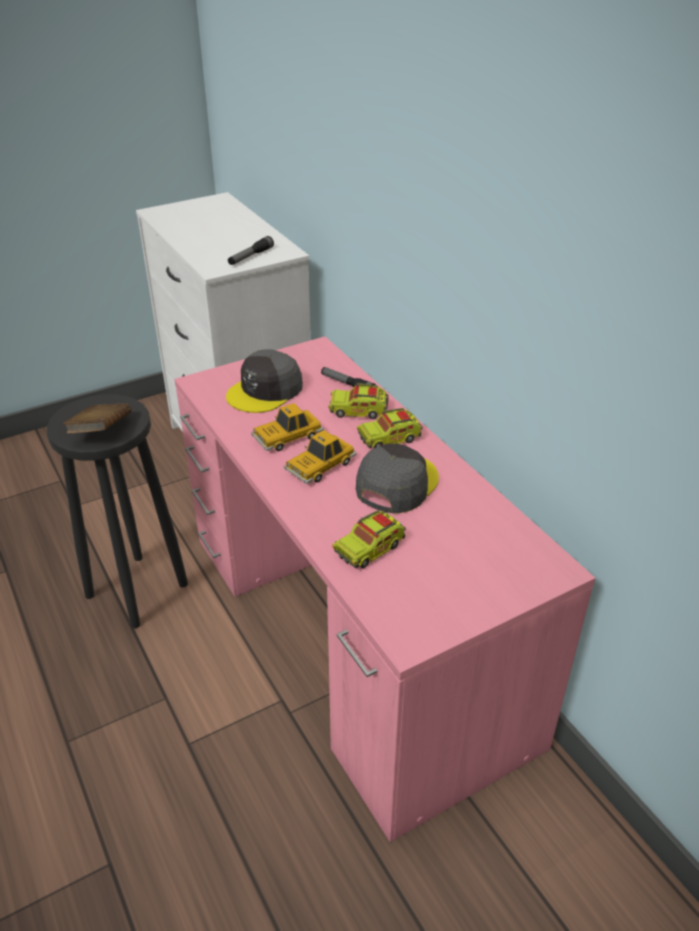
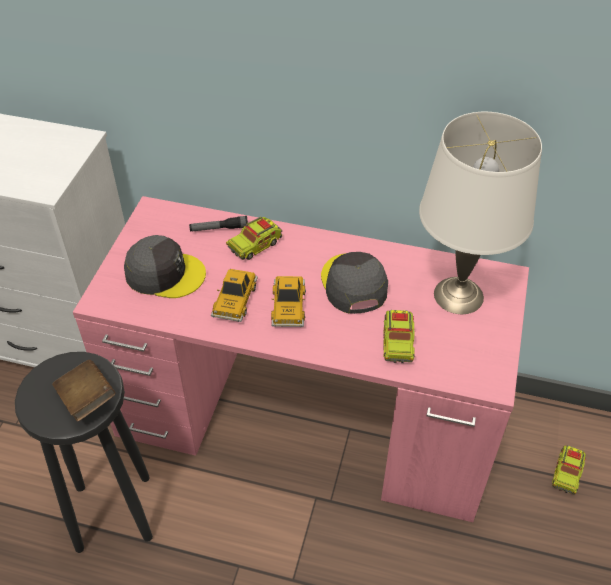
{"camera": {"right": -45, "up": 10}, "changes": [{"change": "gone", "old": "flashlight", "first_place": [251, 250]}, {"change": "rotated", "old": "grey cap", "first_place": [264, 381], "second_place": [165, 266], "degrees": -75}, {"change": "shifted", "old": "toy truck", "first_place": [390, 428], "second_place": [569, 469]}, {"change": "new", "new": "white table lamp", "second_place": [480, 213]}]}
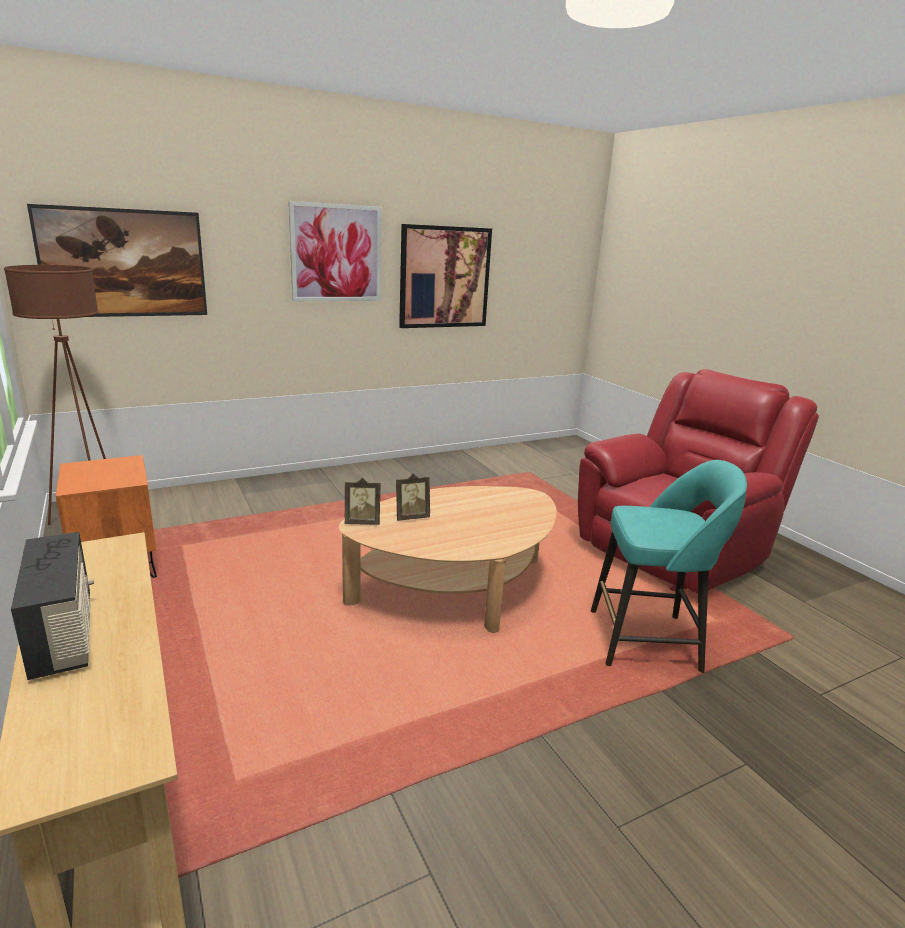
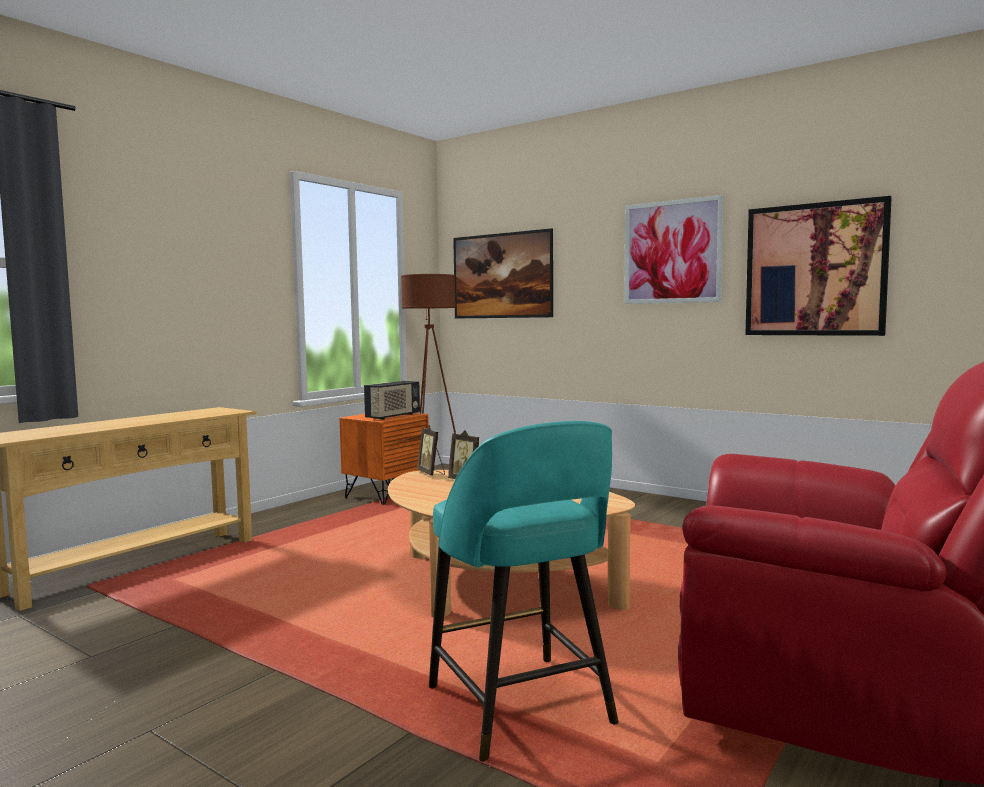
{"camera": {"right": 65, "up": -15}, "changes": [{"change": "shifted", "old": "radio", "first_place": [52, 606], "second_place": [392, 400]}]}
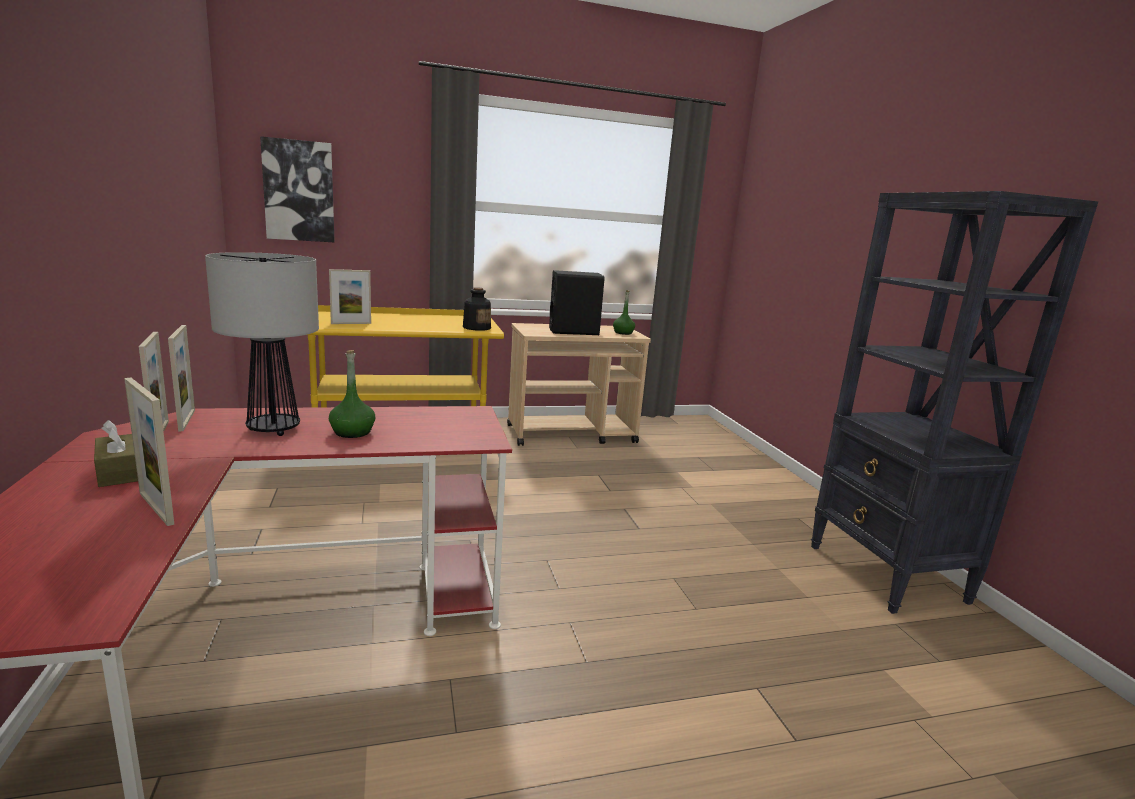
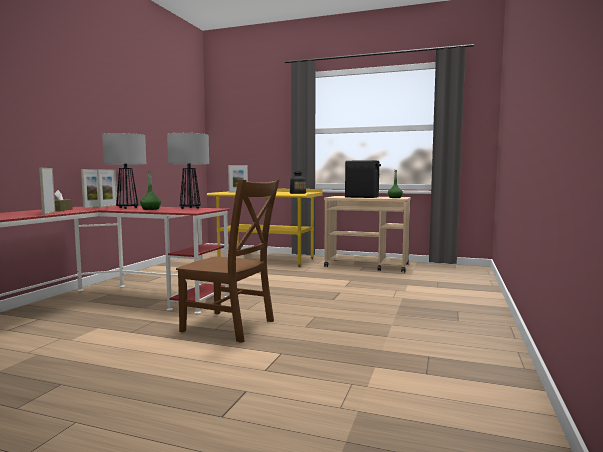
{"camera": {"right": 35, "up": -10}, "changes": [{"change": "gone", "old": "picture", "first_place": [297, 189]}, {"change": "gone", "old": "black bookcase", "first_place": [954, 402]}, {"change": "new", "new": "table lamp", "second_place": [188, 171]}, {"change": "new", "new": "brown chair", "second_place": [228, 261]}]}
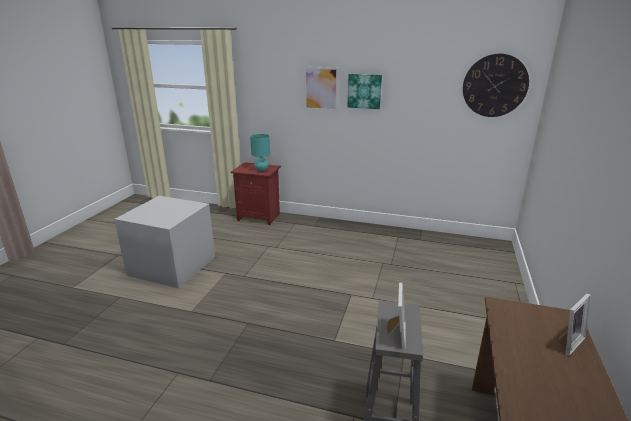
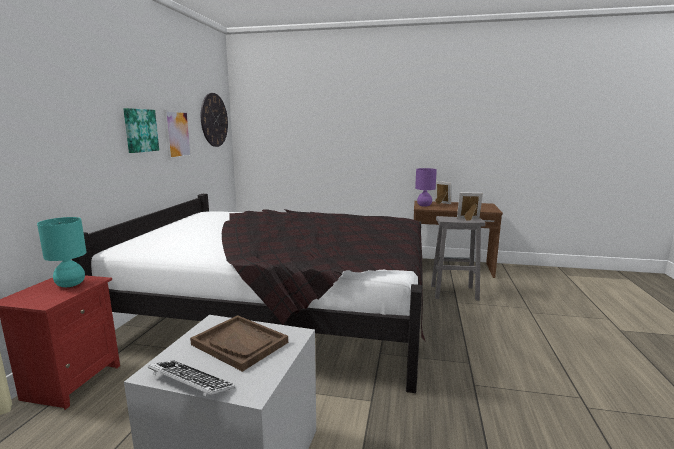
{"camera": {"right": -95, "up": -10}, "changes": [{"change": "shifted", "old": "picture", "first_place": [321, 89], "second_place": [178, 134]}, {"change": "new", "new": "purple table lamp", "second_place": [426, 187]}, {"change": "new", "new": "black bed", "second_place": [249, 293]}, {"change": "new", "new": "brown tray", "second_place": [239, 343]}, {"change": "new", "new": "keyboard", "second_place": [191, 378]}]}
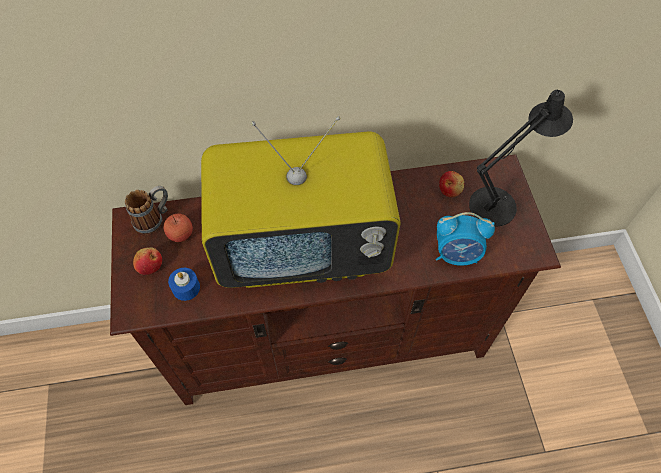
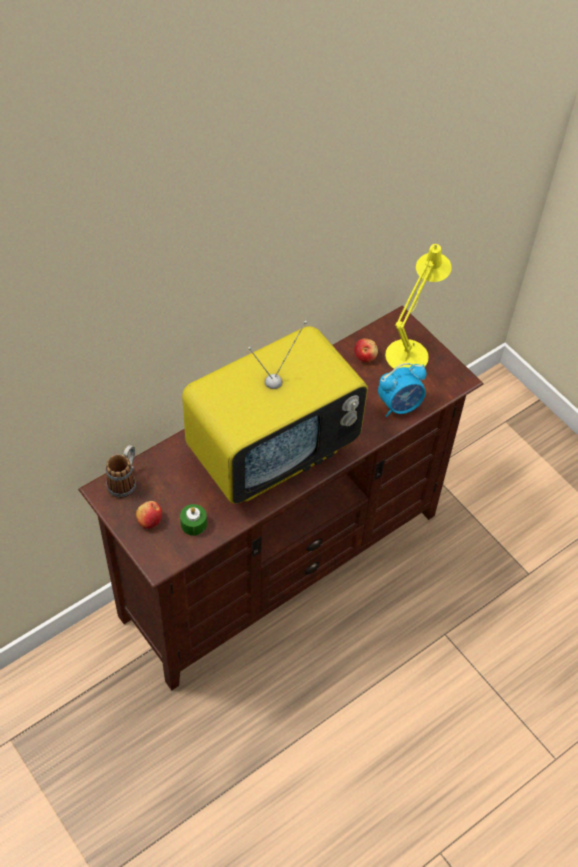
{"camera": {"right": -30, "up": -5}, "changes": [{"change": "repainted", "old": "black table lamp", "new": "yellow table lamp", "first_place": [521, 158], "second_place": [418, 306]}, {"change": "gone", "old": "apple", "first_place": [178, 228]}, {"change": "repainted", "old": "blue candle", "new": "green candle", "first_place": [184, 284], "second_place": [193, 520]}]}
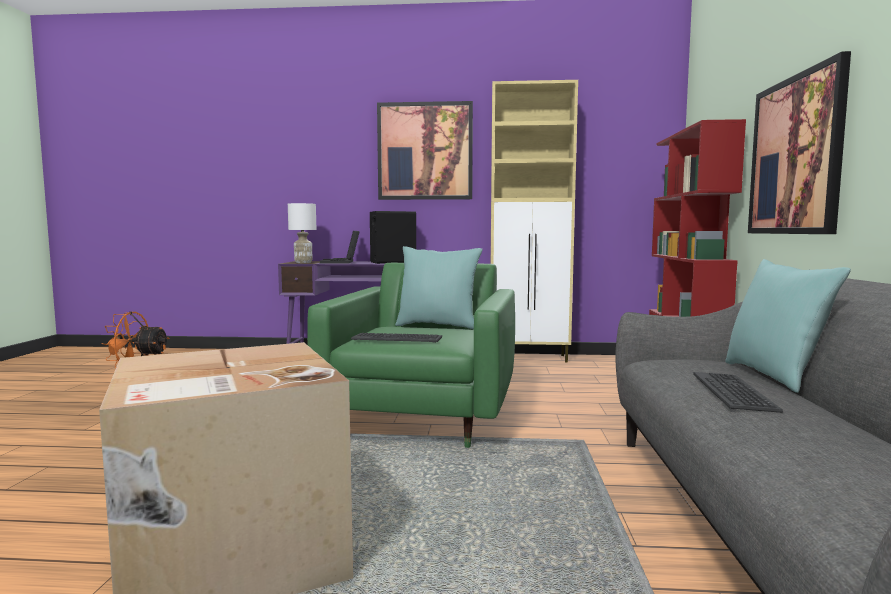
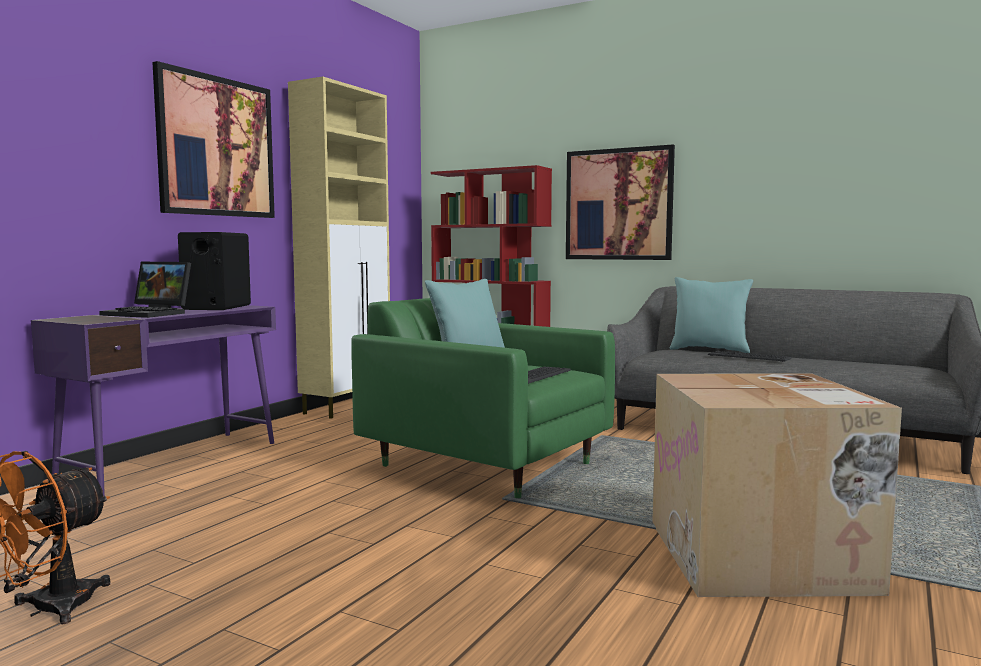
{"camera": {"right": -65, "up": 0}, "changes": [{"change": "gone", "old": "white table lamp", "first_place": [302, 233]}]}
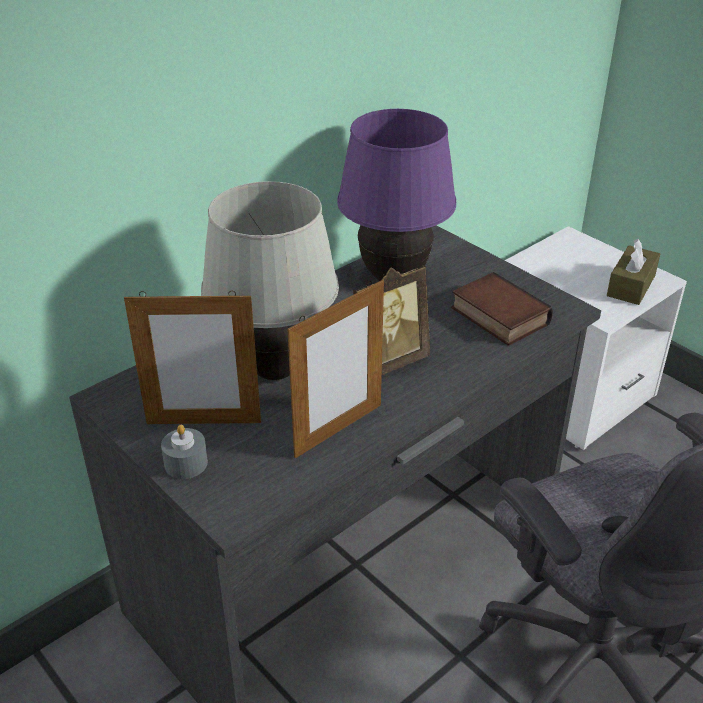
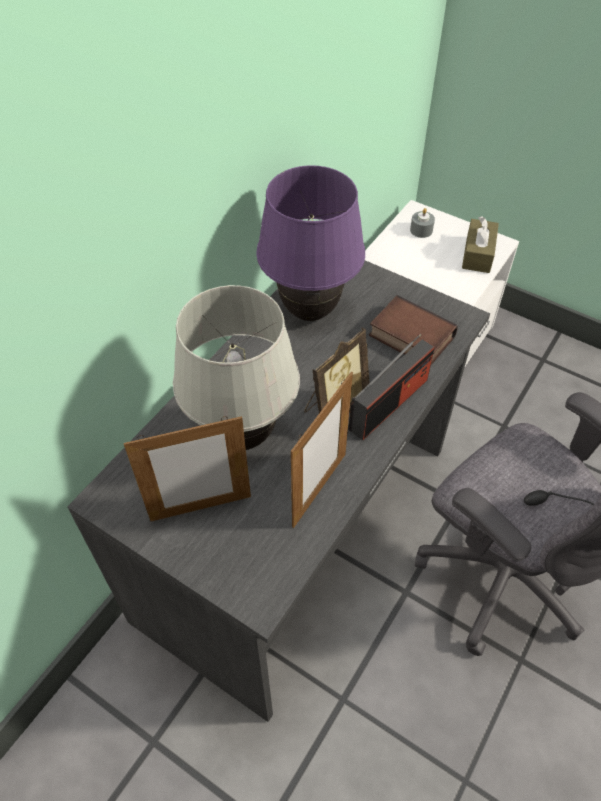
{"camera": {"right": -15, "up": 15}, "changes": [{"change": "shifted", "old": "grey candle", "first_place": [184, 452], "second_place": [422, 223]}, {"change": "new", "new": "radio", "second_place": [392, 387]}]}
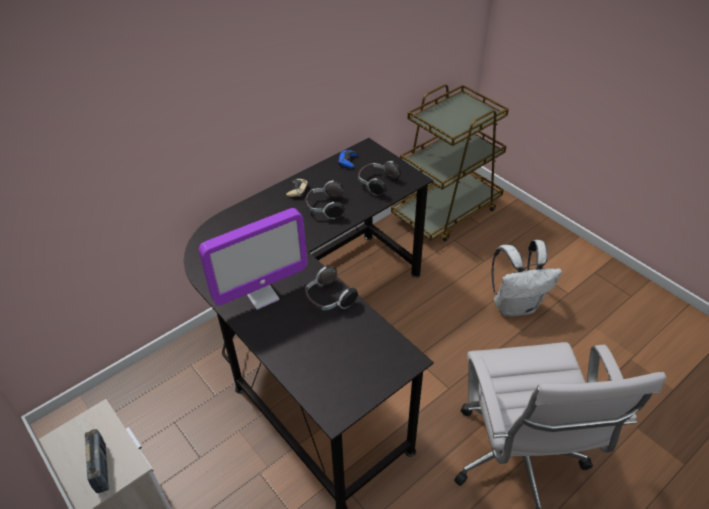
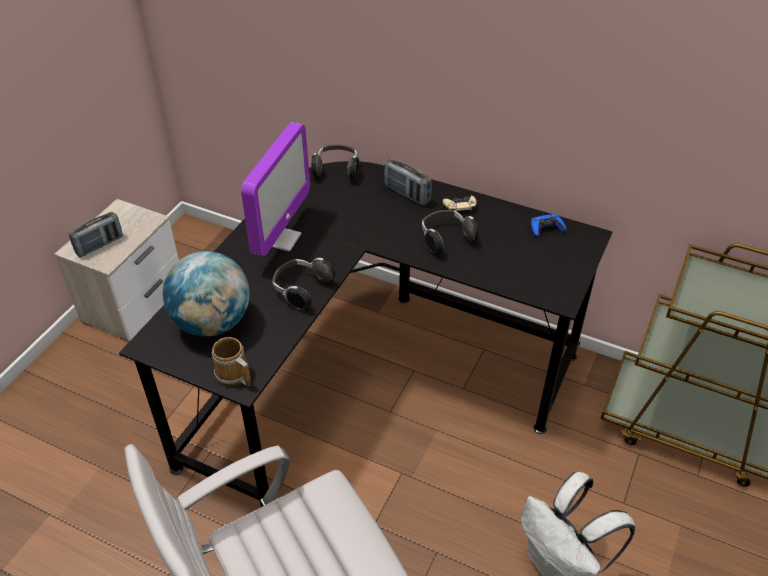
{"camera": {"right": 65, "up": 0}, "changes": [{"change": "shifted", "old": "headphones", "first_place": [379, 178], "second_place": [335, 162]}, {"change": "rotated", "old": "monitor", "first_place": [253, 259], "second_place": [275, 189], "degrees": -105}, {"change": "new", "new": "radio", "second_place": [408, 182]}, {"change": "new", "new": "globe", "second_place": [206, 293]}, {"change": "new", "new": "mug", "second_place": [231, 361]}]}
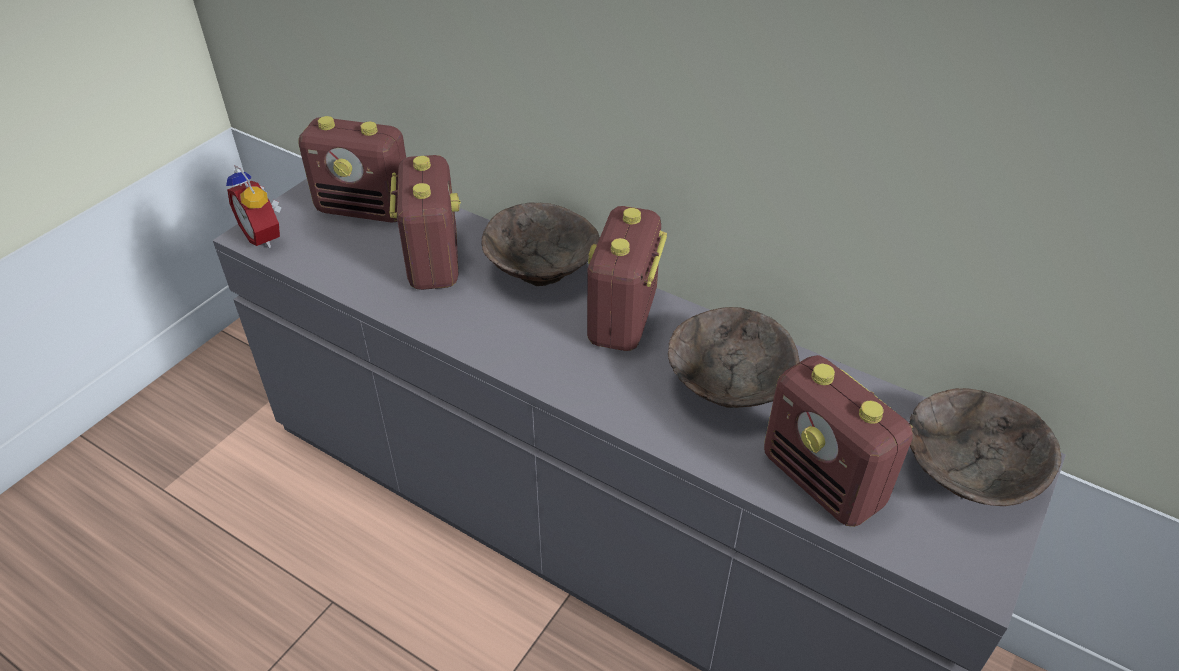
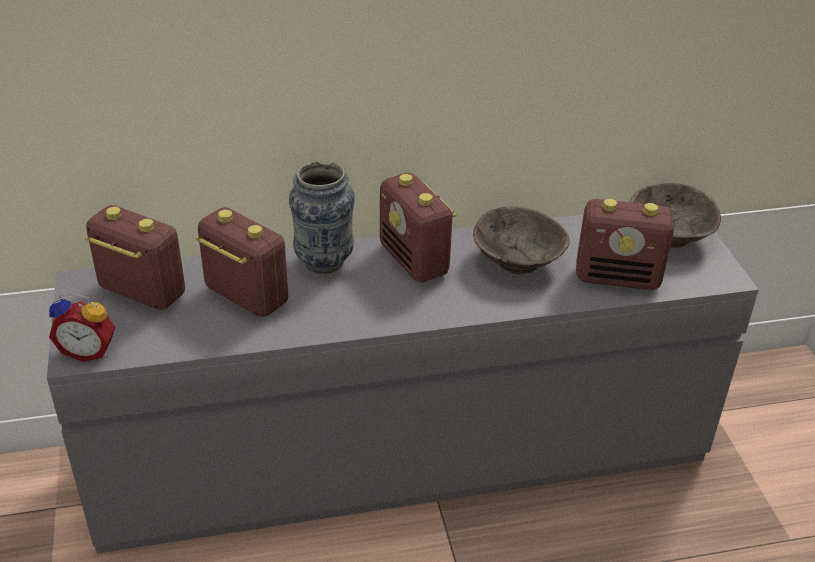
{"camera": {"right": -45, "up": -5}, "changes": [{"change": "rotated", "old": "radio", "first_place": [352, 169], "second_place": [135, 257], "degrees": -120}, {"change": "swapped", "old": "brown bowl", "new": "vase", "first_place": [540, 244], "second_place": [322, 217]}]}
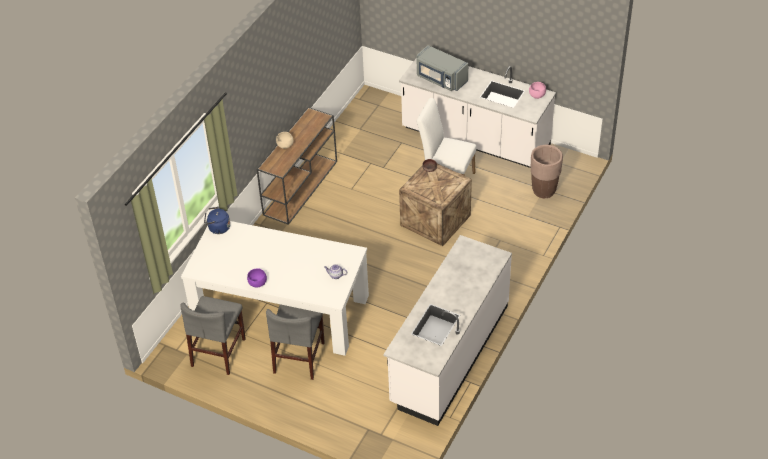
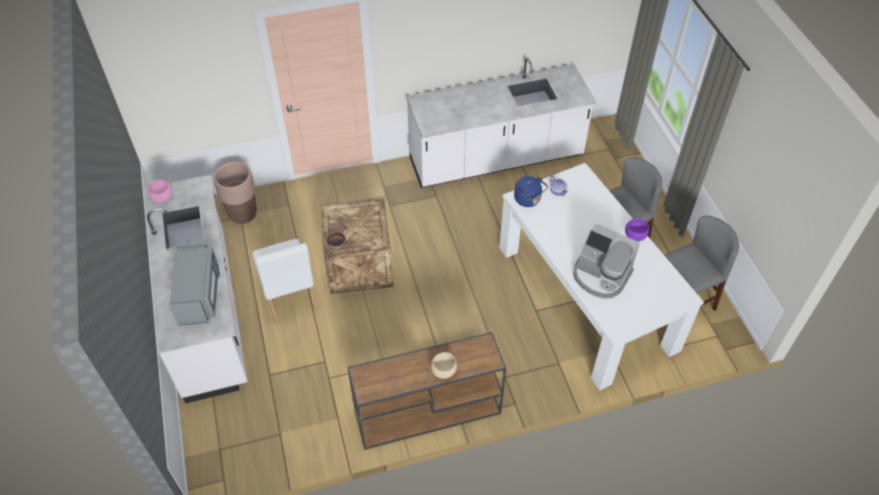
{"camera": {"right": -135, "up": 5}, "changes": [{"change": "shifted", "old": "blue kettle", "first_place": [217, 220], "second_place": [531, 191]}, {"change": "new", "new": "coffee machine", "second_place": [606, 261]}]}
